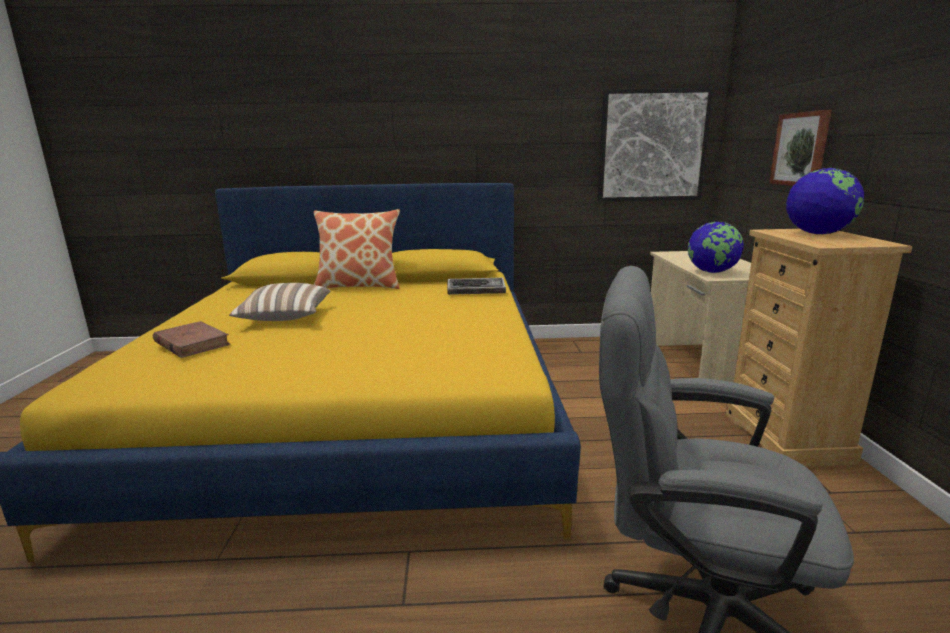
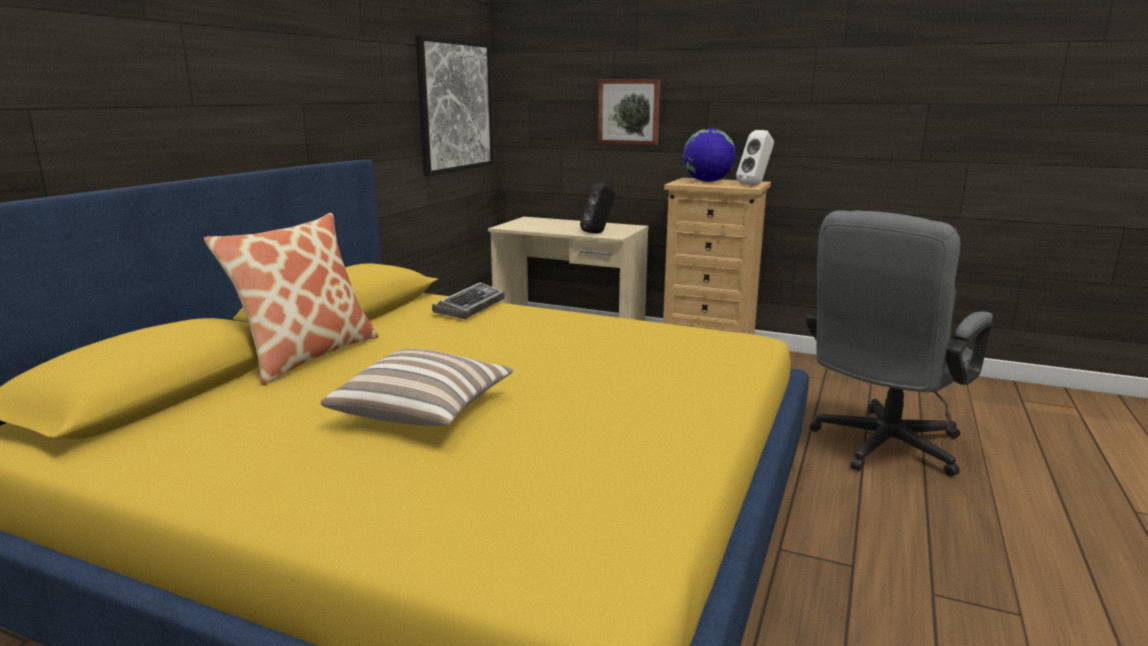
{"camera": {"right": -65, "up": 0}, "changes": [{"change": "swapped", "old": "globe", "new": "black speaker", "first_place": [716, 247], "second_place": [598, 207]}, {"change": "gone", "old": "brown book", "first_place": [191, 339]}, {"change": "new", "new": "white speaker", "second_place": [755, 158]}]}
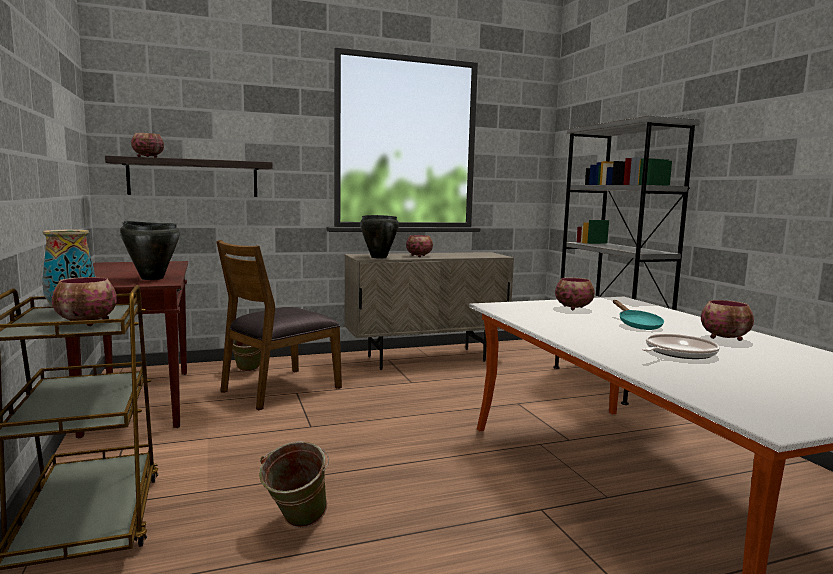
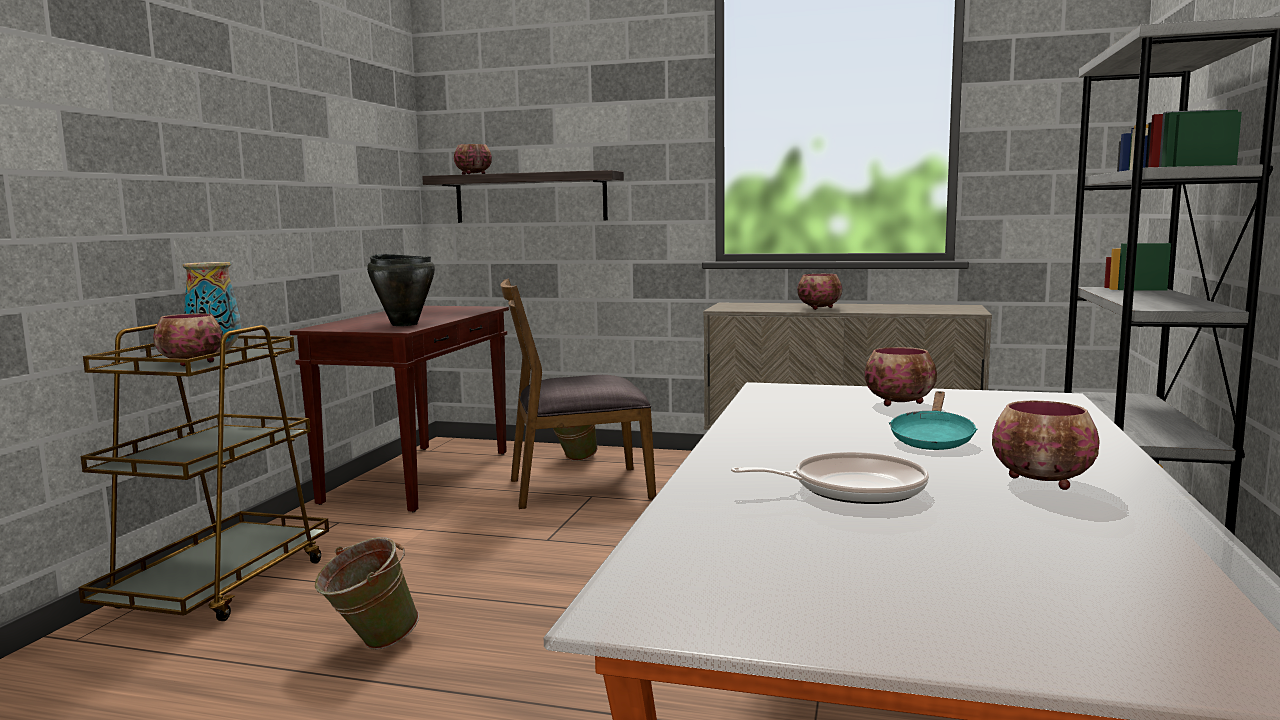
{"camera": {"right": 35, "up": 0}, "changes": [{"change": "gone", "old": "black cooking pot", "first_place": [379, 237]}]}
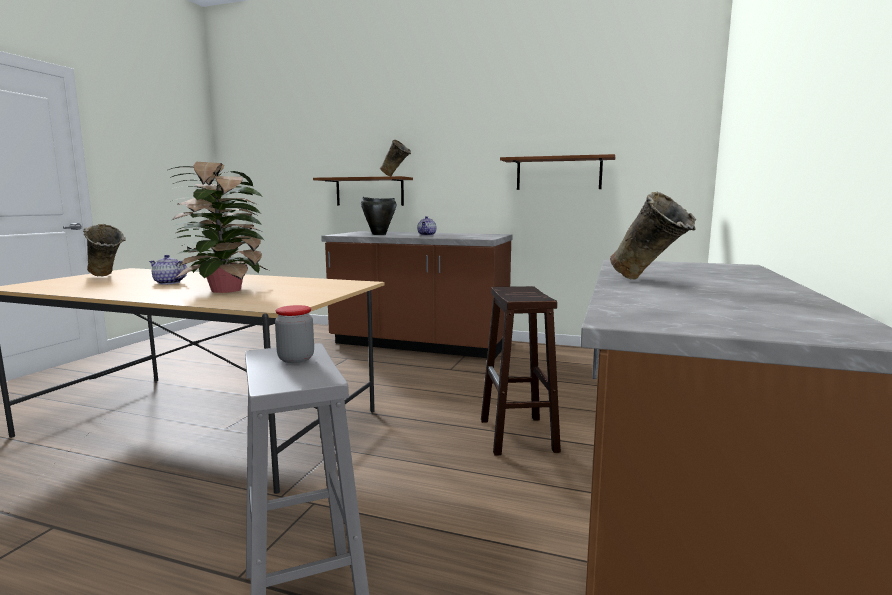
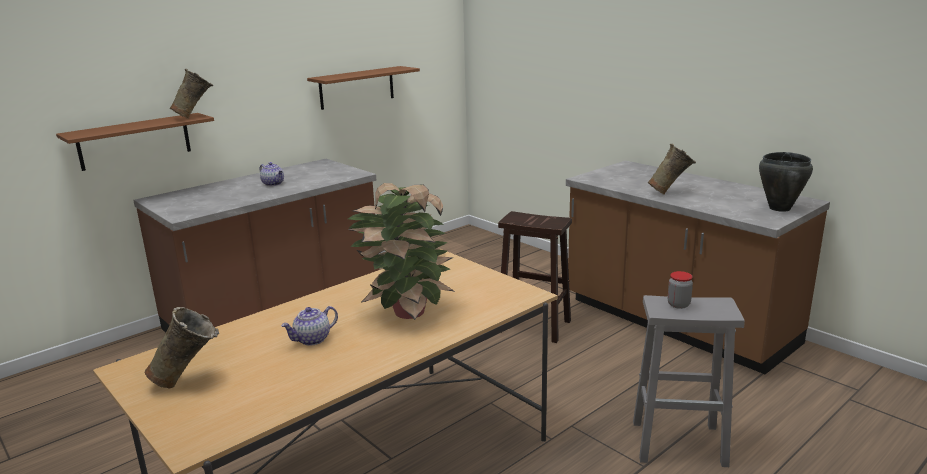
{"camera": {"right": -60, "up": 10}, "changes": [{"change": "shifted", "old": "black cooking pot", "first_place": [378, 216], "second_place": [786, 182]}]}
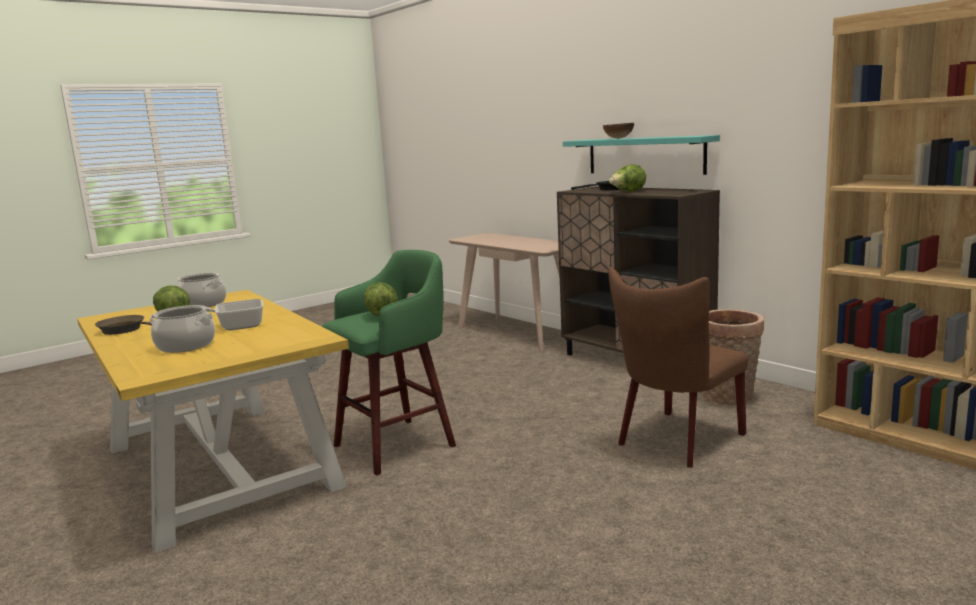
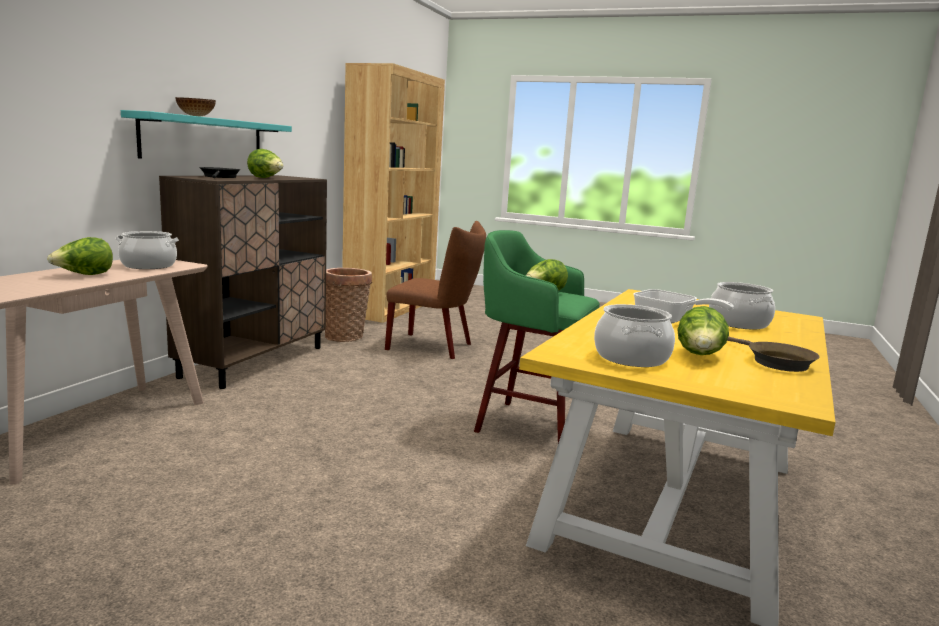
{"camera": {"right": -120, "up": 0}, "changes": [{"change": "new", "new": "cooking pot", "second_place": [147, 250]}, {"change": "new", "new": "lettuce", "second_place": [80, 256]}]}
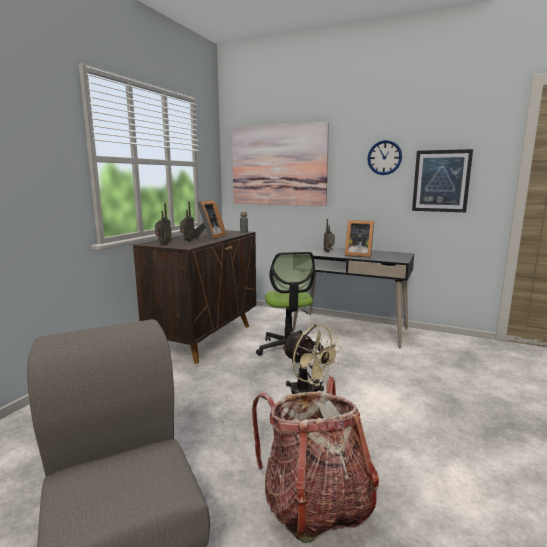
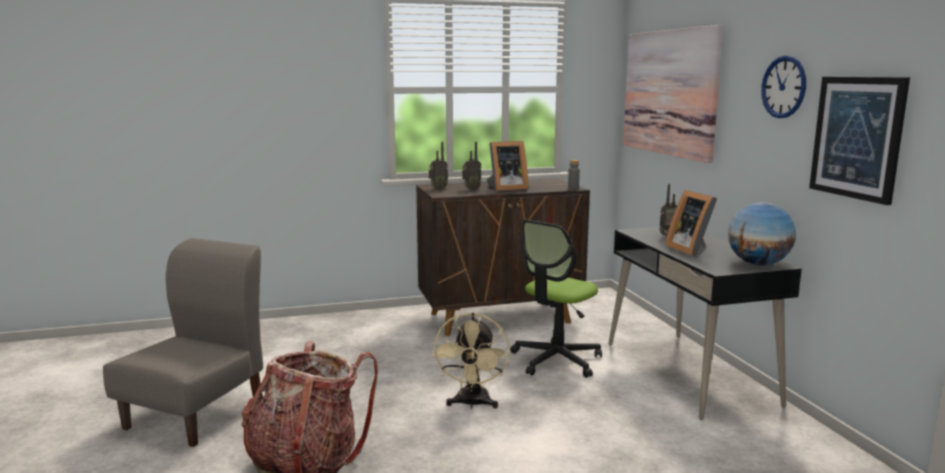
{"camera": {"right": 50, "up": 0}, "changes": [{"change": "new", "new": "globe", "second_place": [762, 234]}]}
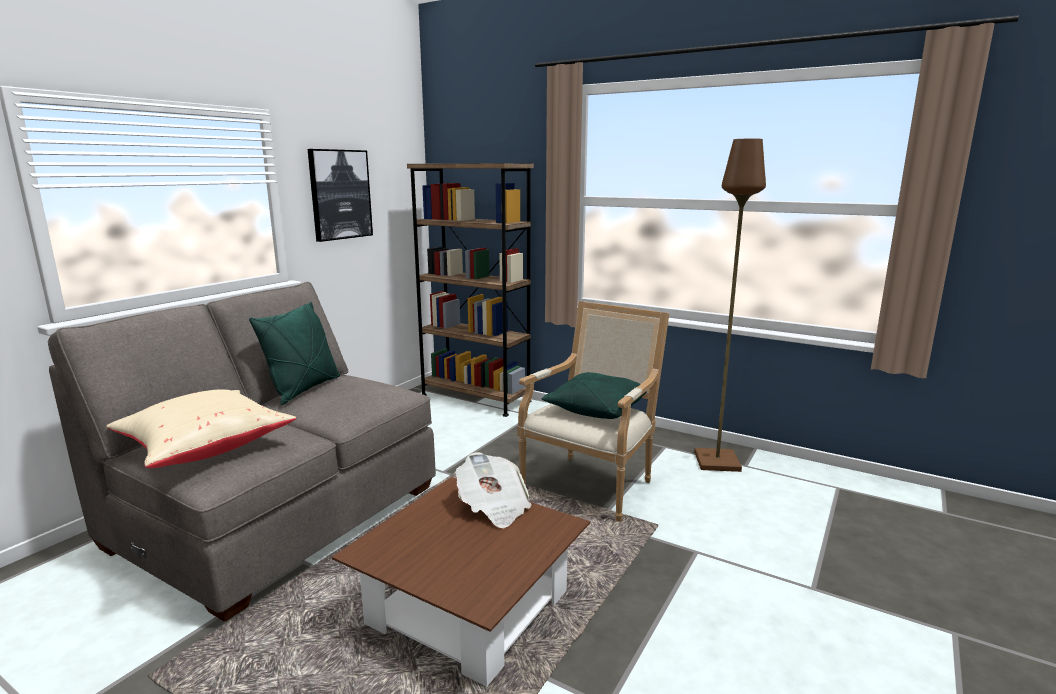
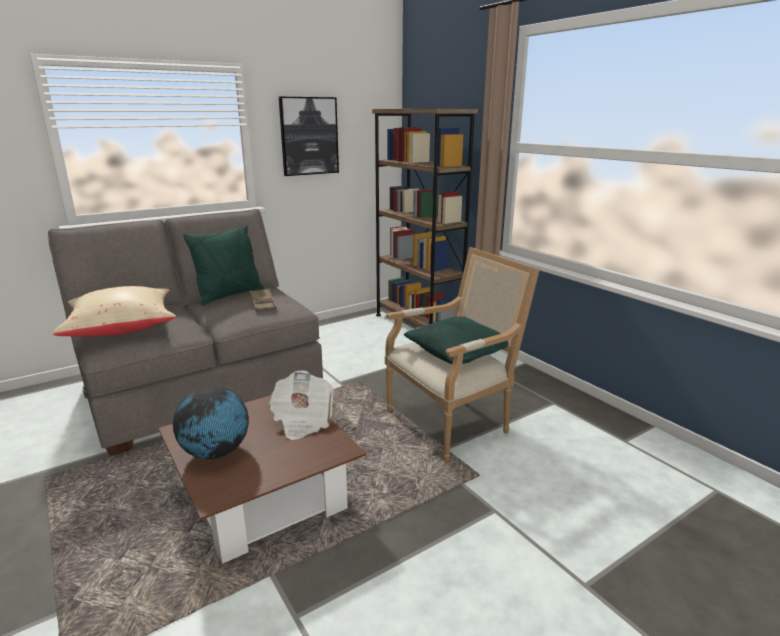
{"camera": {"right": 25, "up": 5}, "changes": [{"change": "gone", "old": "brown floor lamp", "first_place": [730, 305]}, {"change": "new", "new": "brown tray", "second_place": [263, 300]}, {"change": "new", "new": "globe", "second_place": [211, 422]}]}
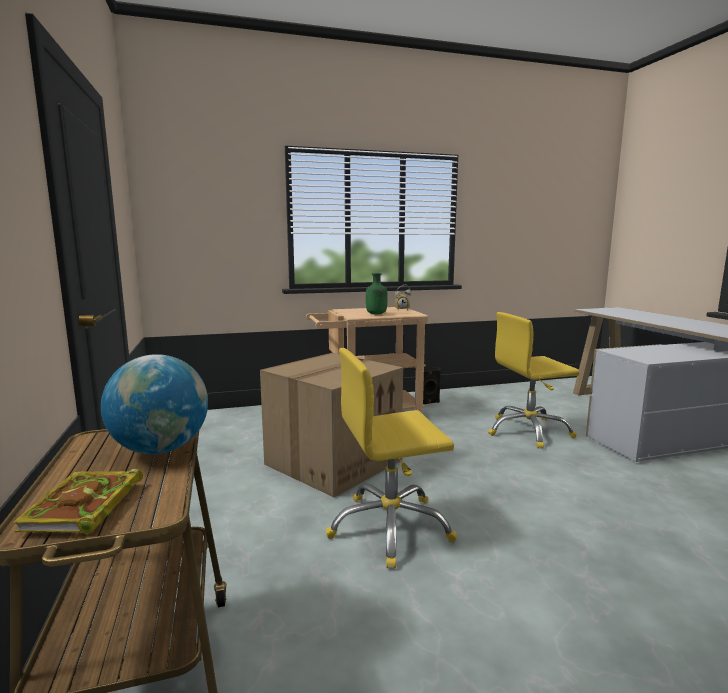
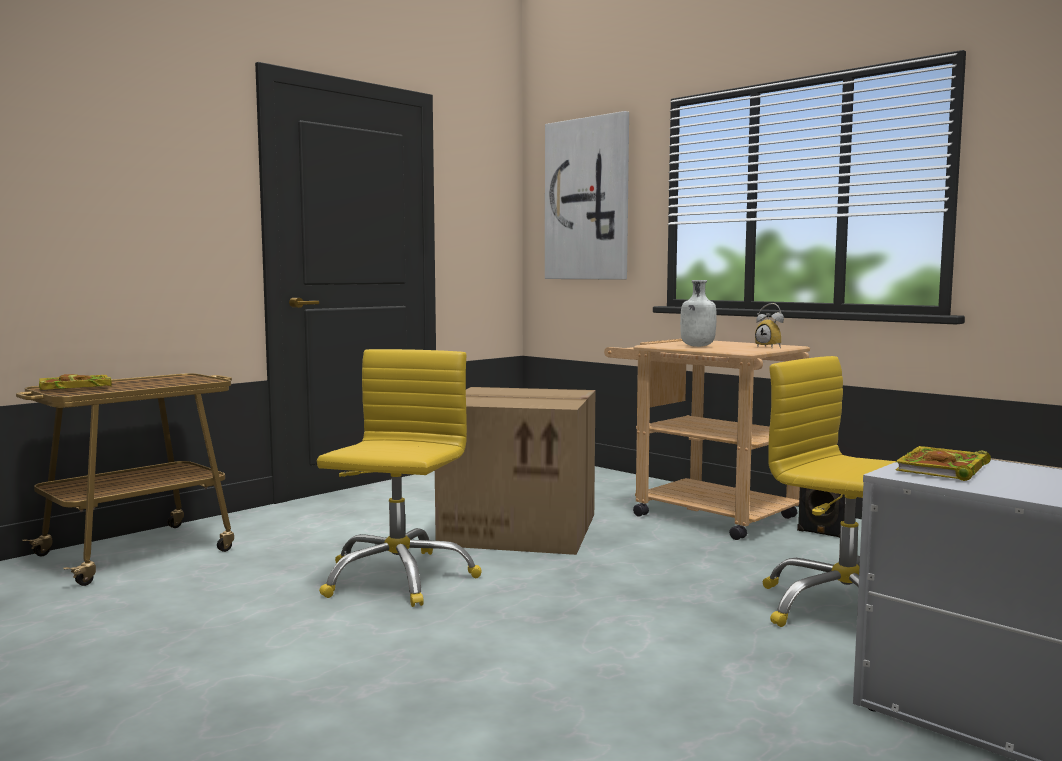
{"camera": {"right": 60, "up": -5}, "changes": [{"change": "repainted", "old": "green bottle", "new": "white bottle", "first_place": [377, 294], "second_place": [698, 313]}, {"change": "rotated", "old": "yellow office chair", "first_place": [391, 458], "second_place": [399, 478], "degrees": 60}, {"change": "gone", "old": "globe", "first_place": [154, 404]}, {"change": "new", "new": "picture", "second_place": [587, 195]}, {"change": "new", "new": "book", "second_place": [943, 463]}]}
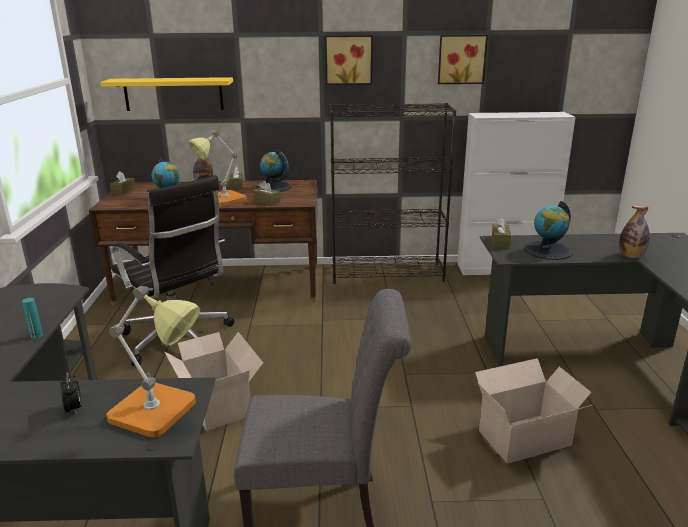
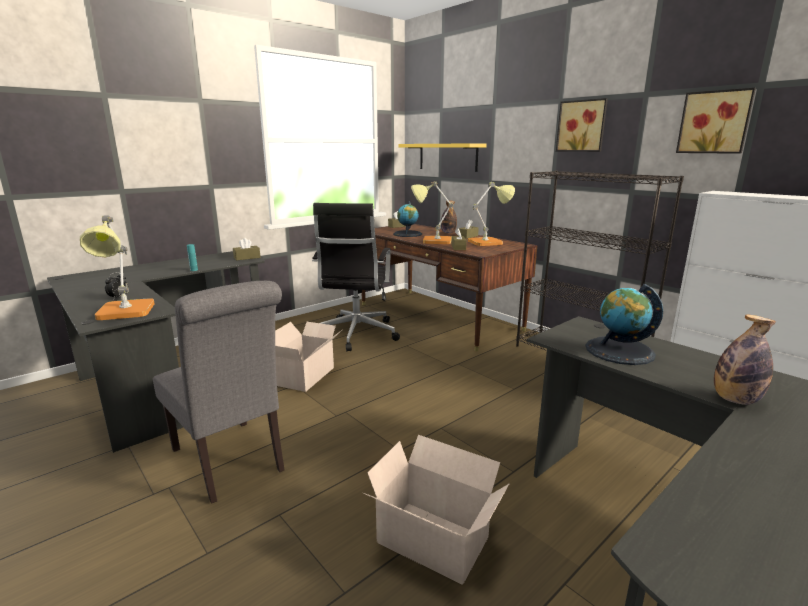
{"camera": {"right": 50, "up": -5}, "changes": [{"change": "swapped", "old": "globe", "new": "table lamp", "first_place": [273, 170], "second_place": [491, 214]}, {"change": "shifted", "old": "brown tissue box", "first_place": [501, 232], "second_place": [247, 249]}]}
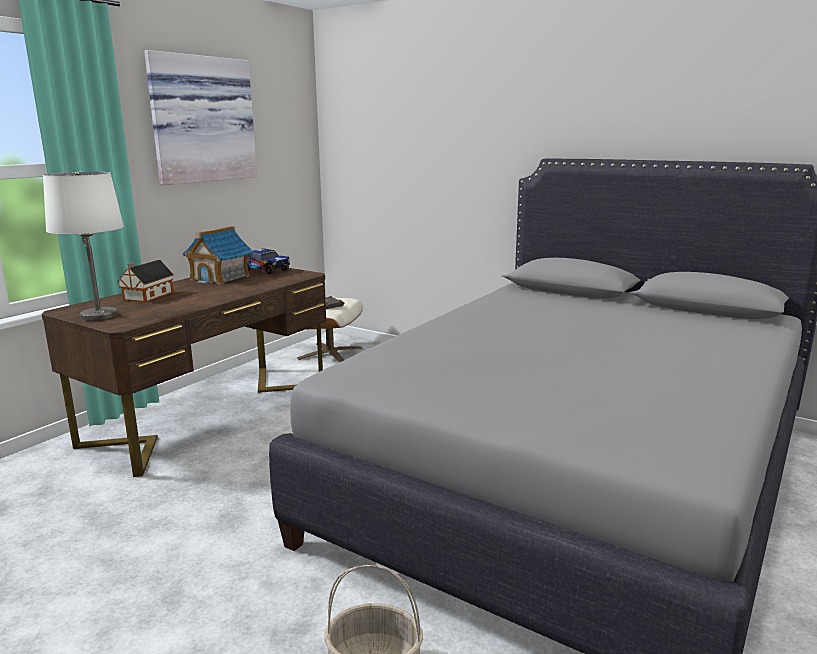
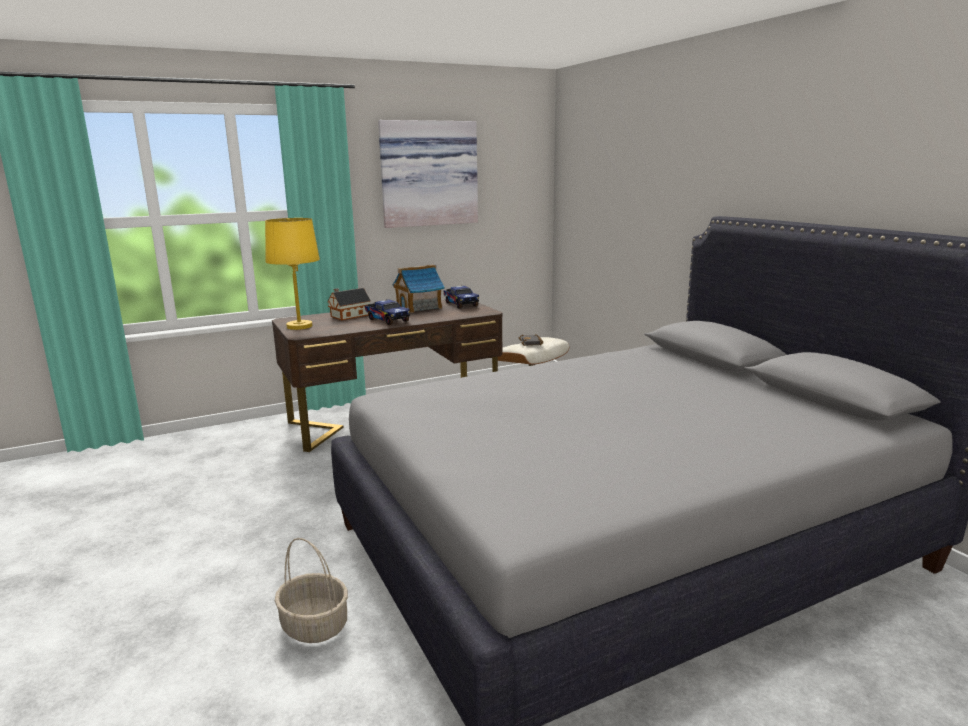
{"camera": {"right": 30, "up": 0}, "changes": [{"change": "repainted", "old": "white table lamp", "new": "yellow table lamp", "first_place": [83, 246], "second_place": [292, 274]}, {"change": "new", "new": "toy truck", "second_place": [387, 312]}]}
